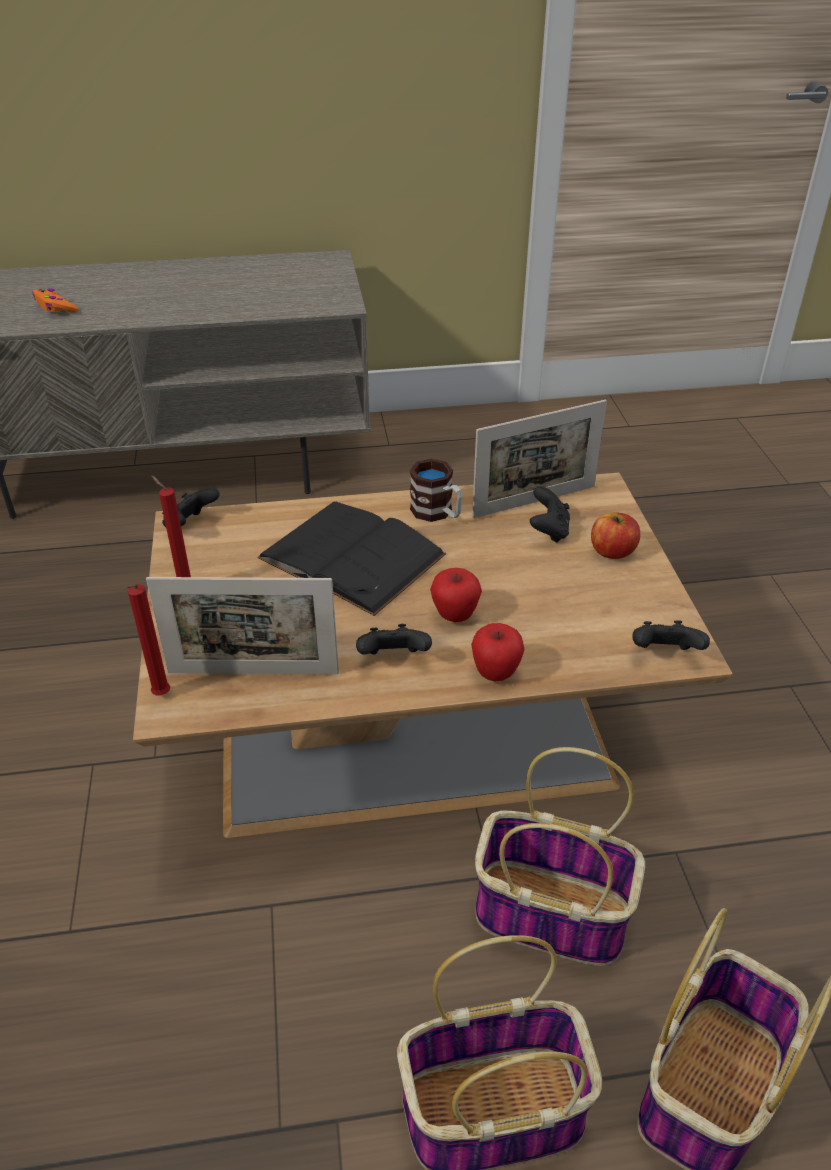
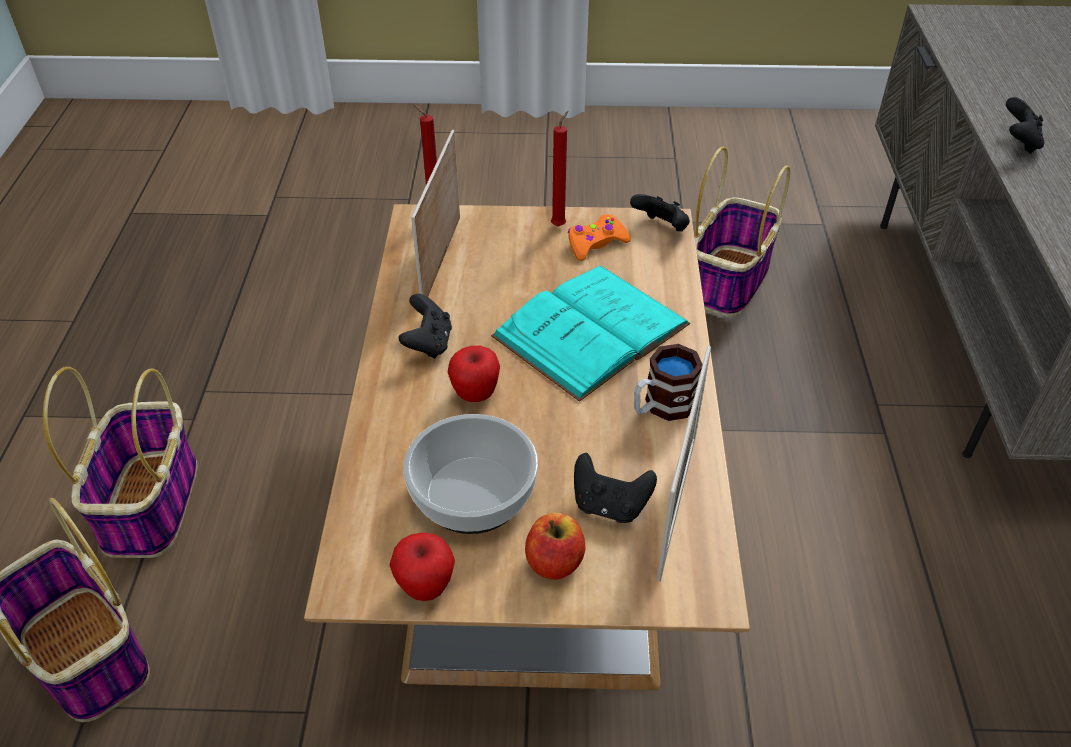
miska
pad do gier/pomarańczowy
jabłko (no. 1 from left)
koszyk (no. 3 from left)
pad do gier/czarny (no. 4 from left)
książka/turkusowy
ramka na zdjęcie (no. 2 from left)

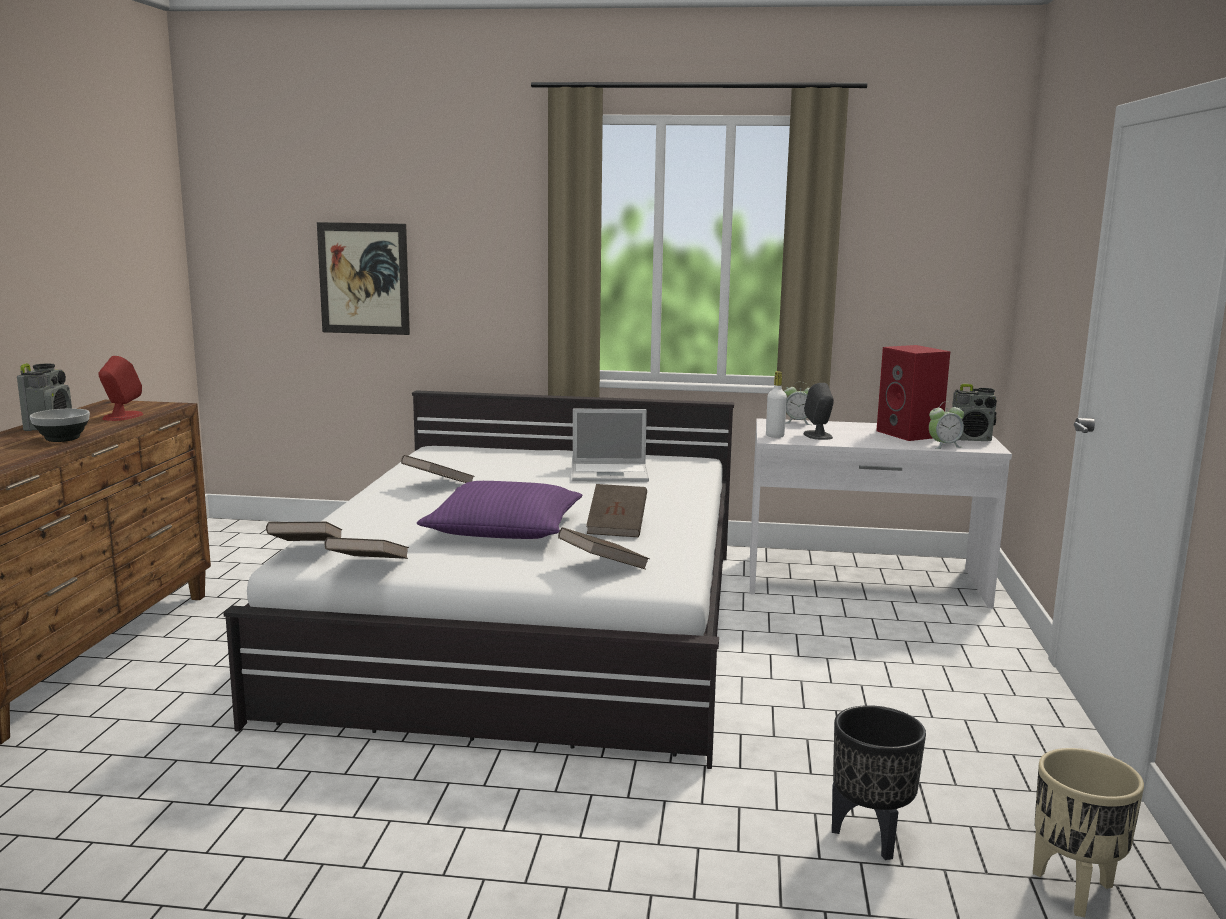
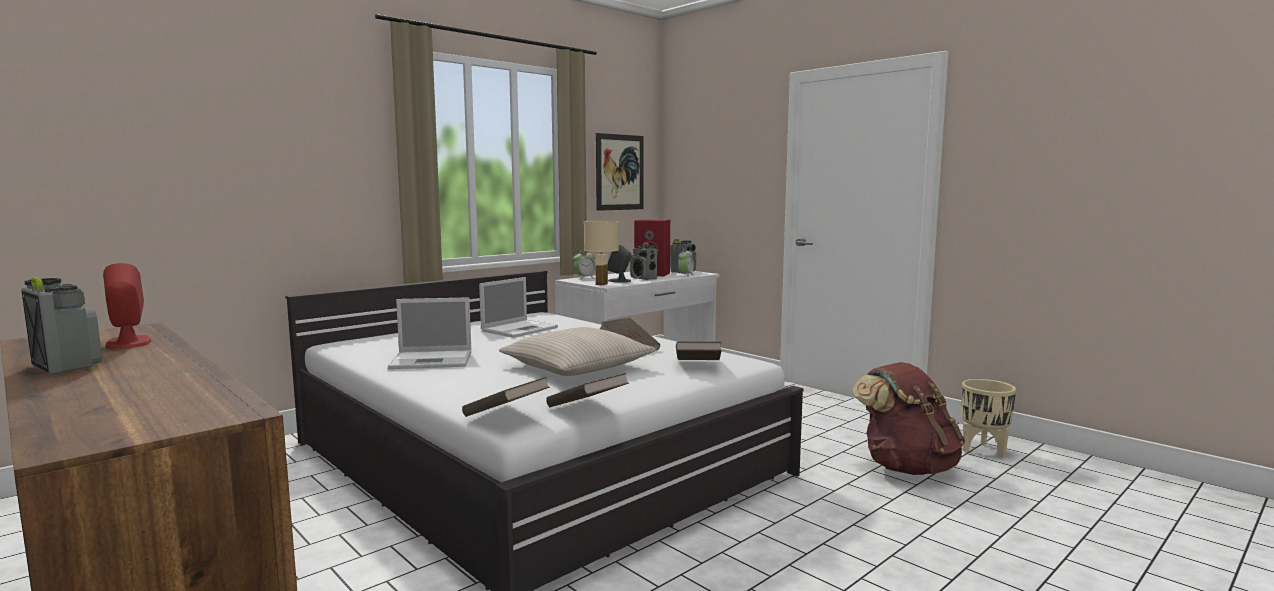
miska
radio (no. 2 from left)
obraz
laptop (no. 1 from left)
lampa stołowa/beżowy
plecak/brązowy
poduszka/beżowy

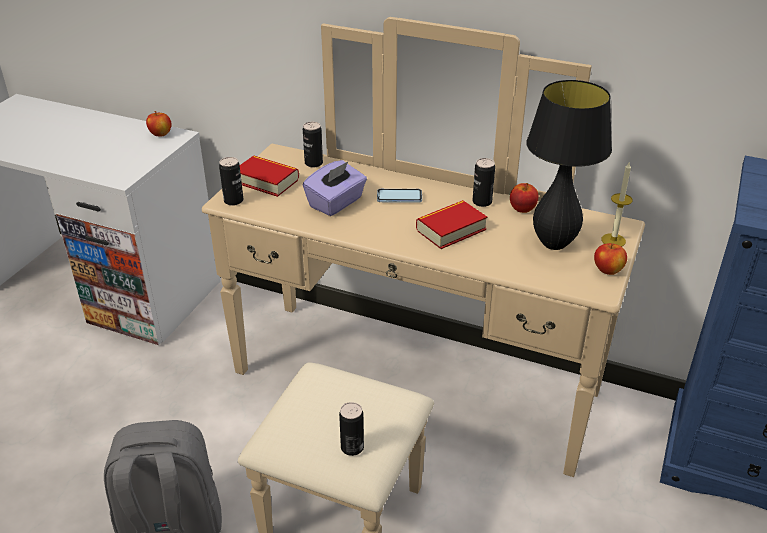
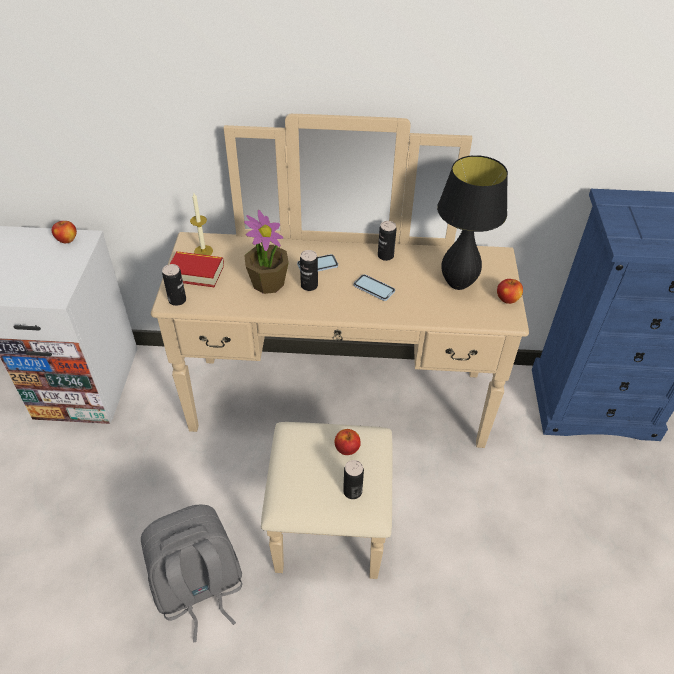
puszka (no. 2 from left)
jabłko (no. 2 from left)
świeca
roślina doniczkowa
telefon (no. 2 from left)

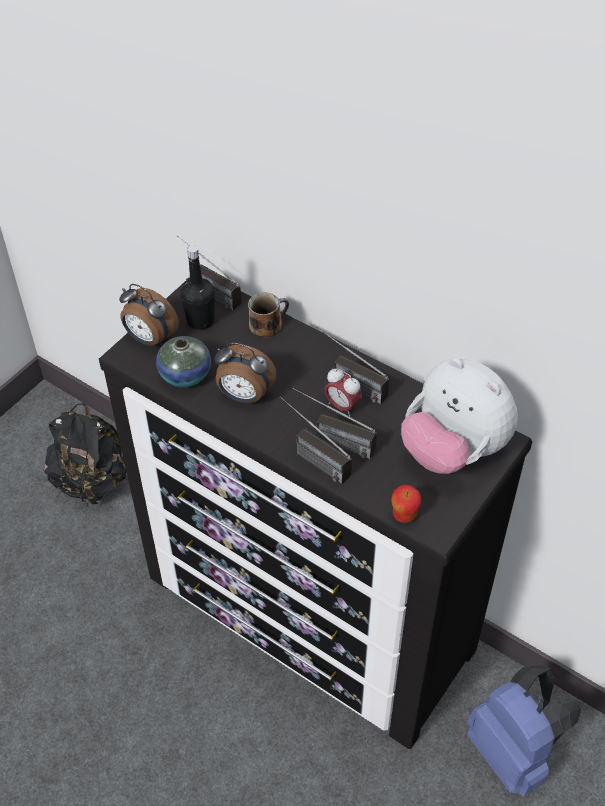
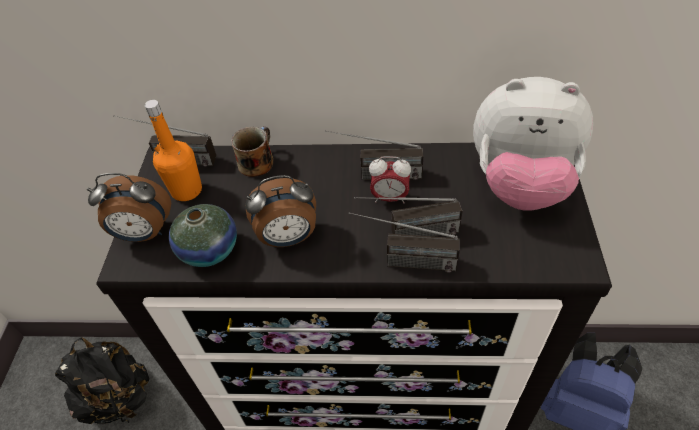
jabłko
butelka/pomarańczowy

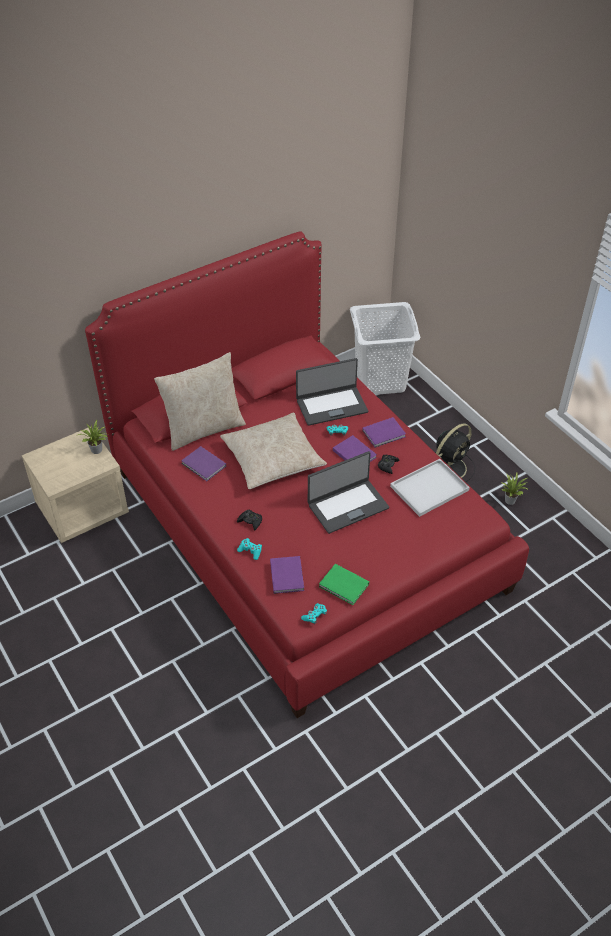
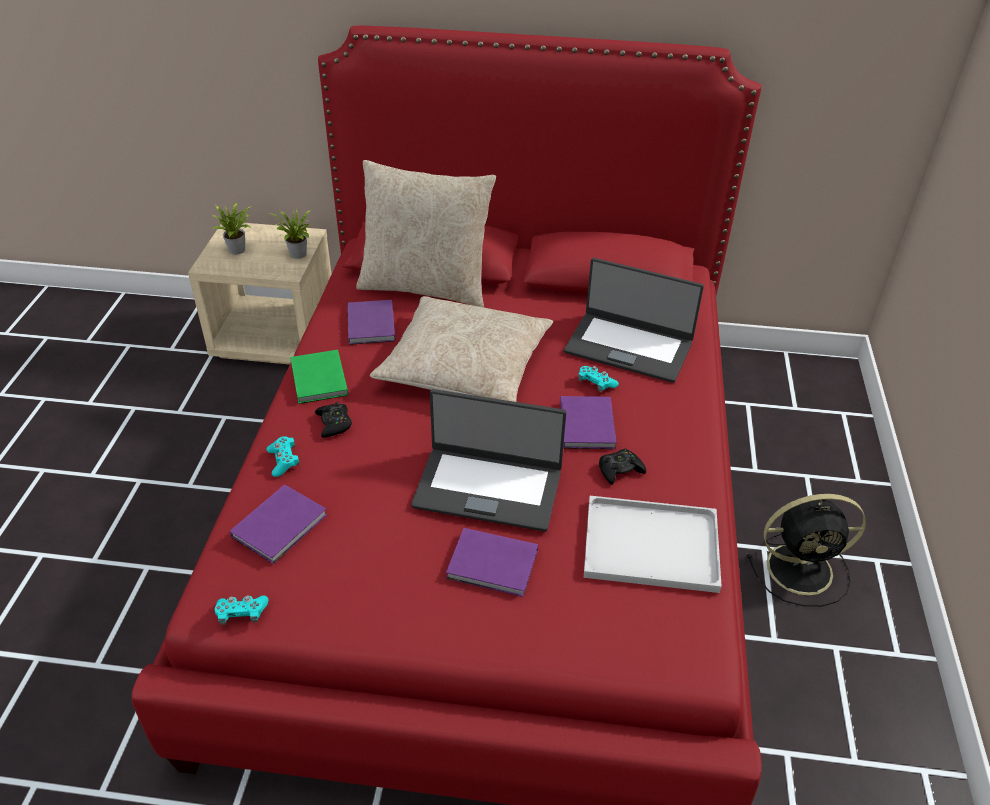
kosz na pranie/biały
książka/zielony
książka/fioletowy (no. 3 from left)
roślina doniczkowa (no. 1 from left)

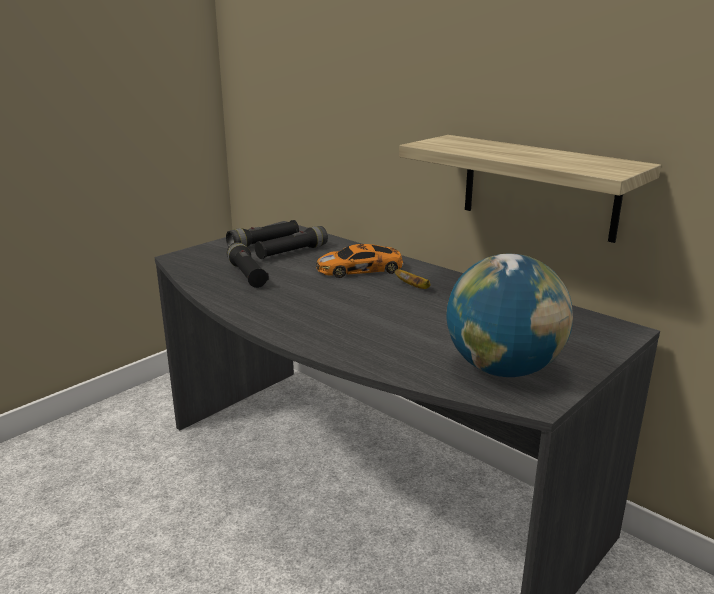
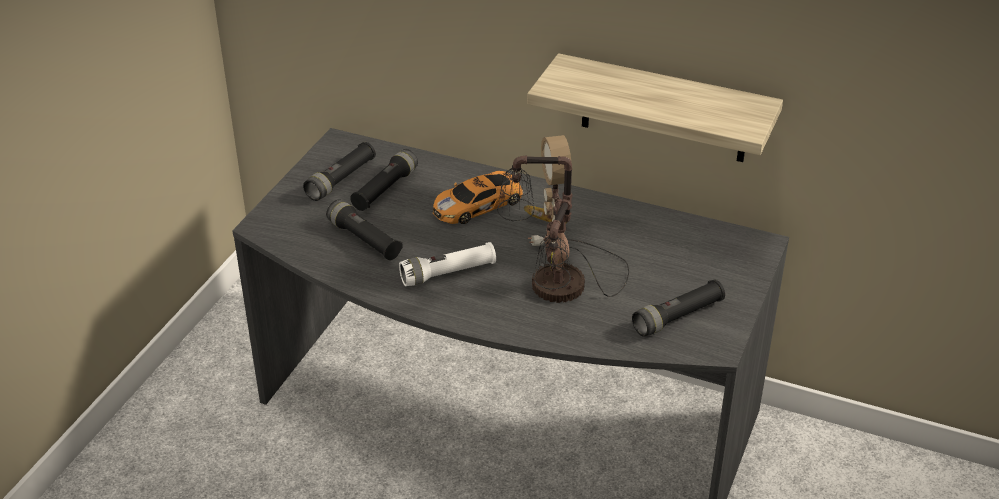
latarka/biały
lampa stołowa
latarka/czarny (no. 4 from left)

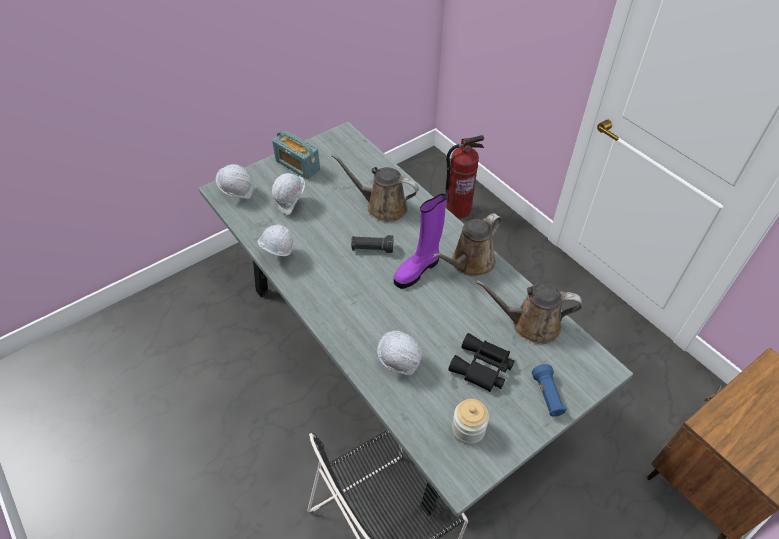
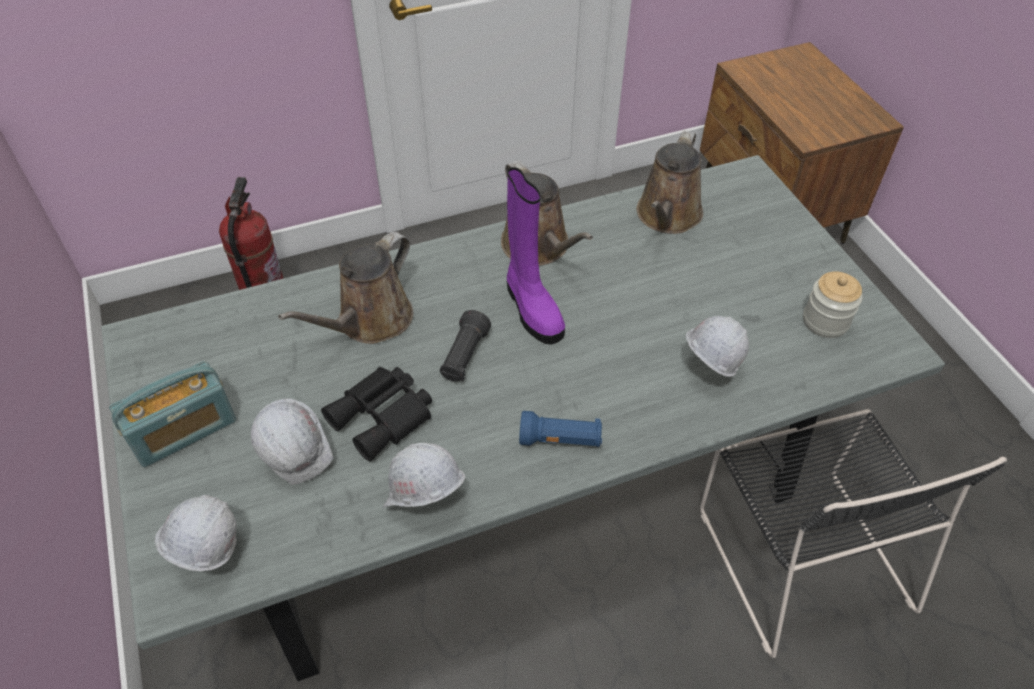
lornetka/czarny
latarka/niebieski

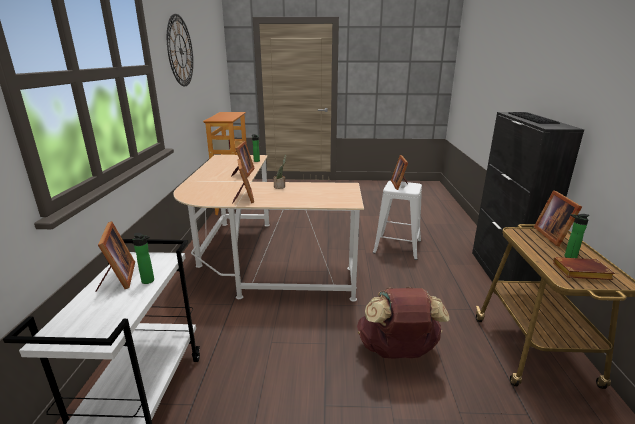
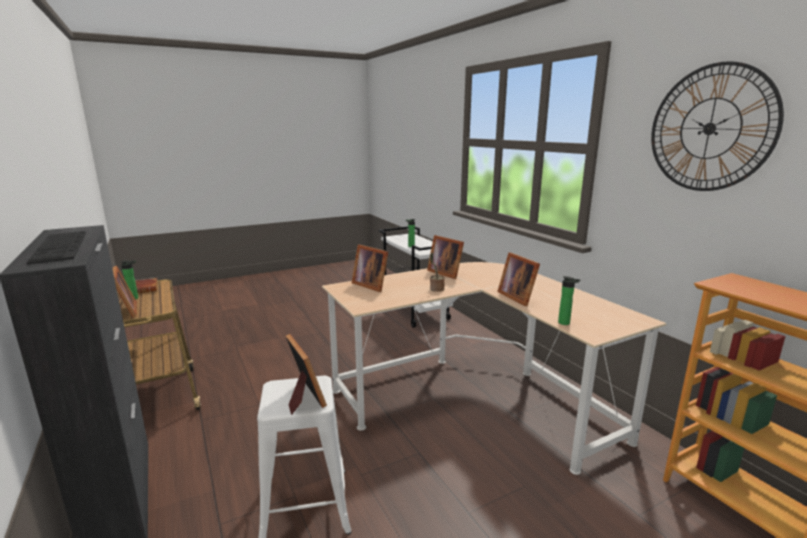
plecak/brązowy
ramka na zdjęcie (no. 3 from left)

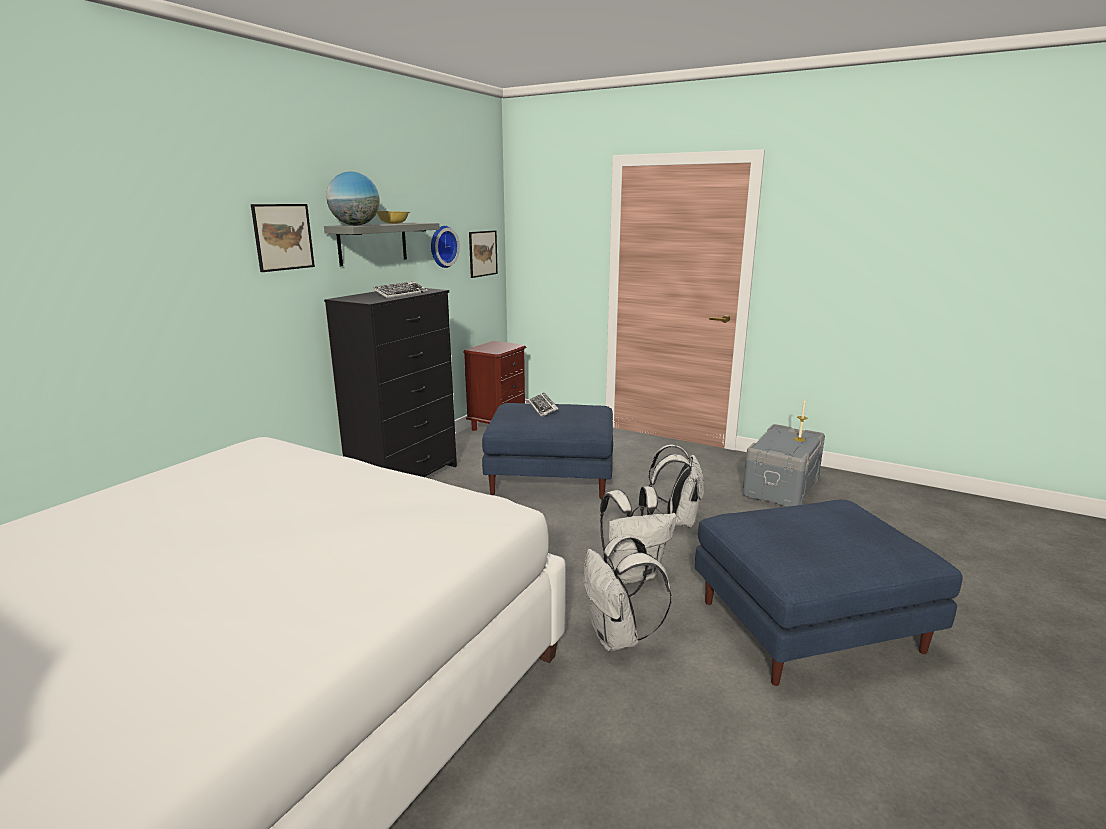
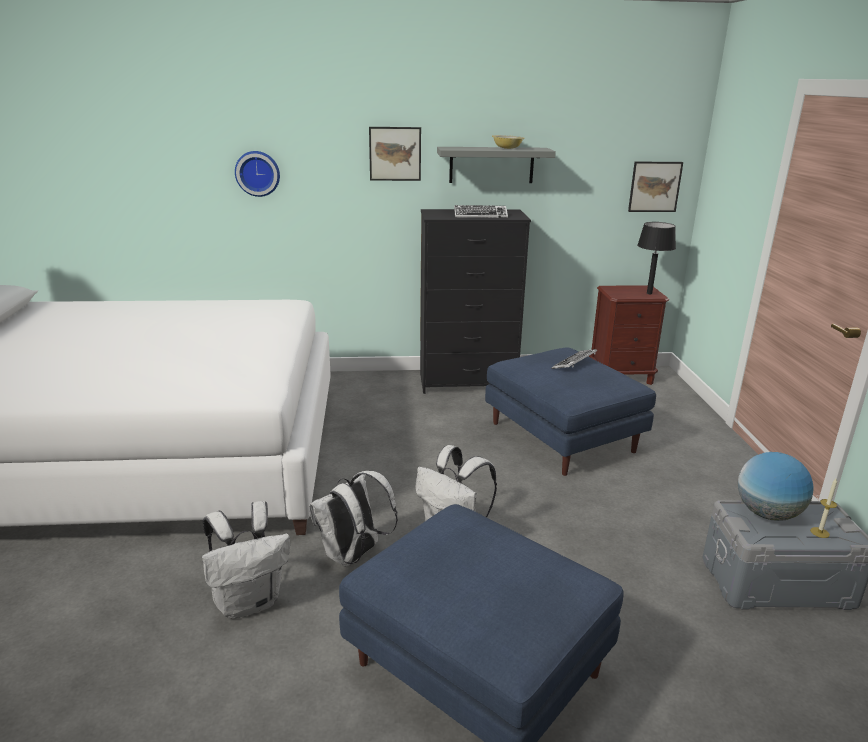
lampa stołowa/czarny
globus
zegar ścienny
plecak/biały (no. 1 from left)

